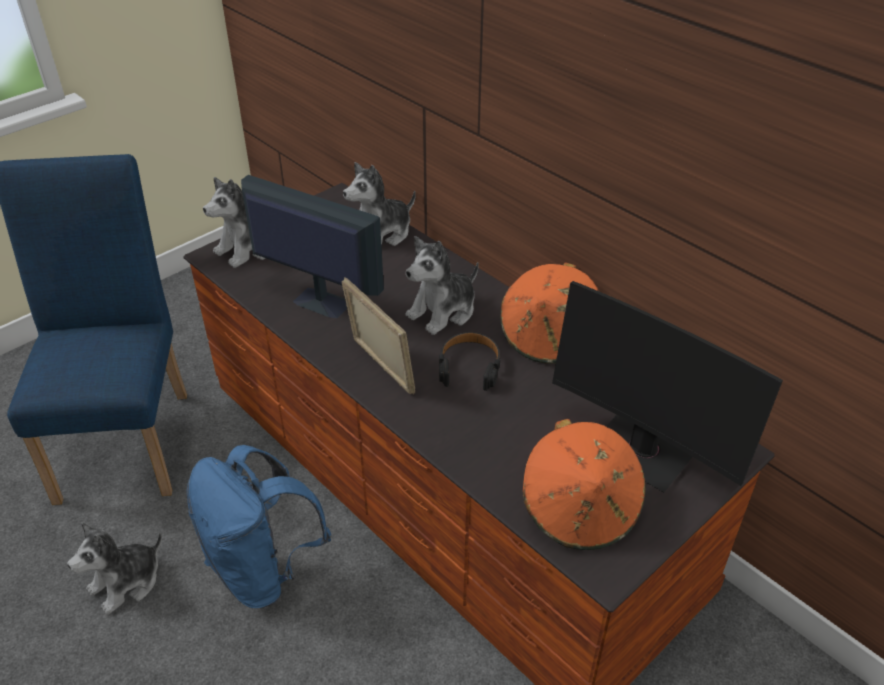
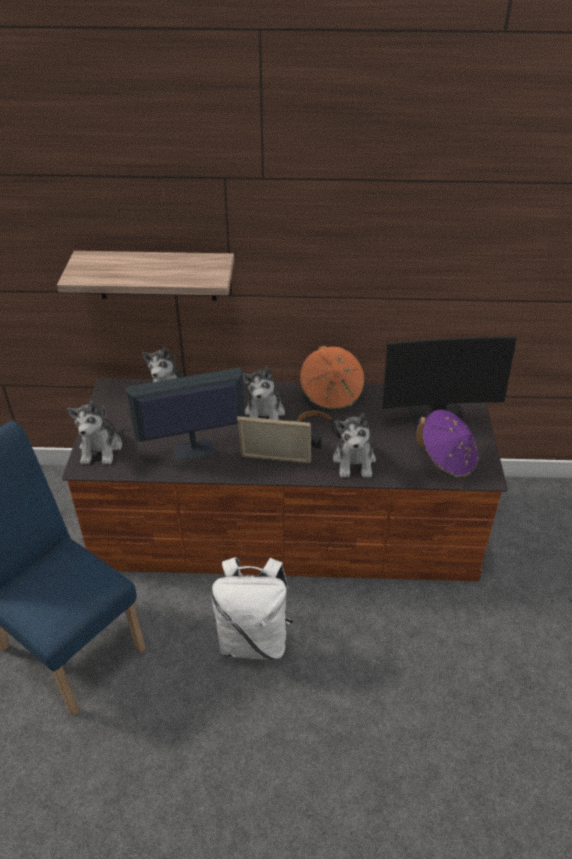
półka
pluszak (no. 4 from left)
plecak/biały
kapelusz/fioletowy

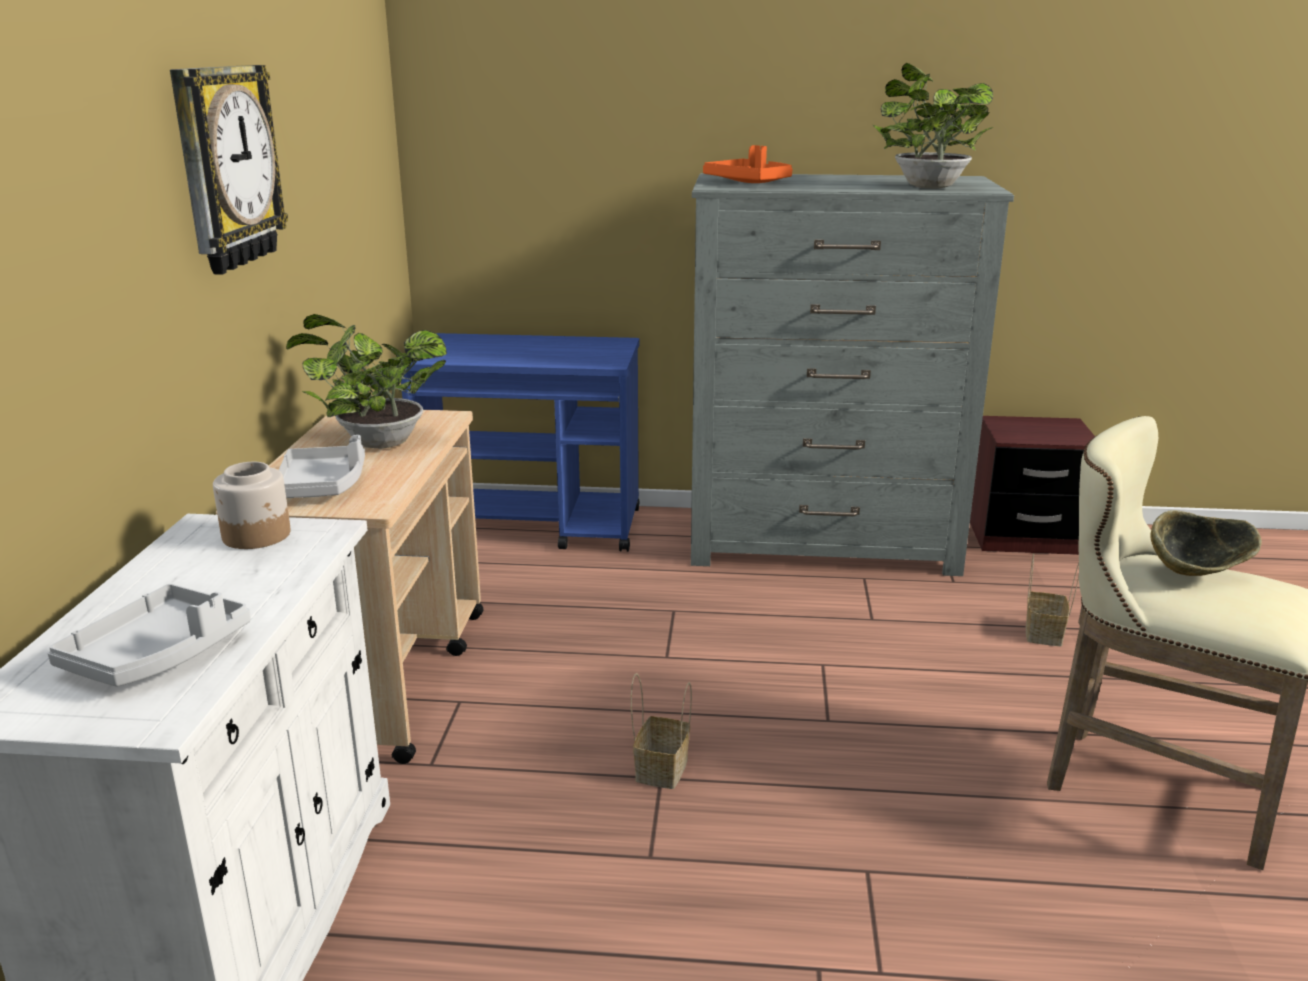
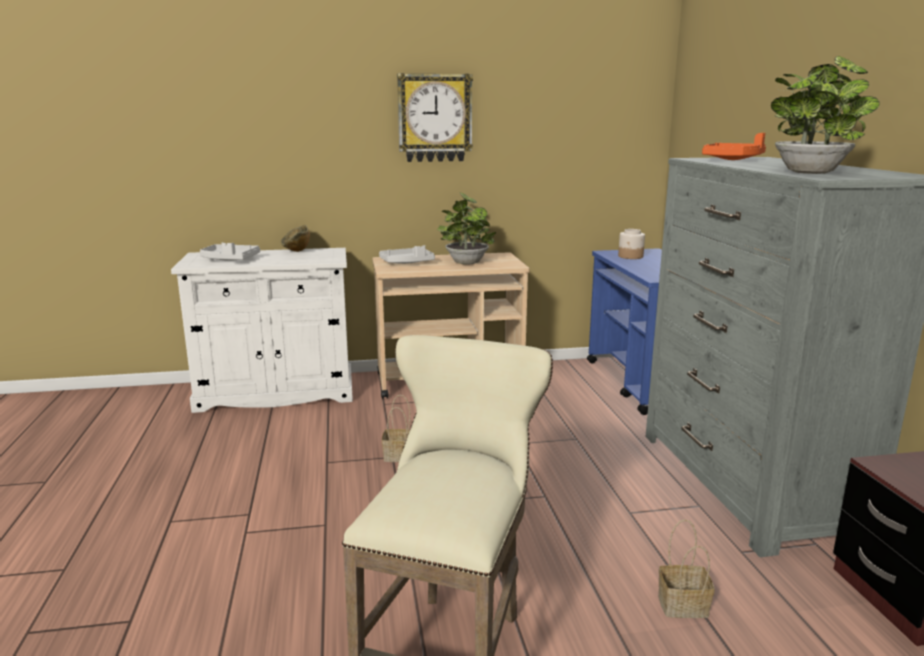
słoik
miska

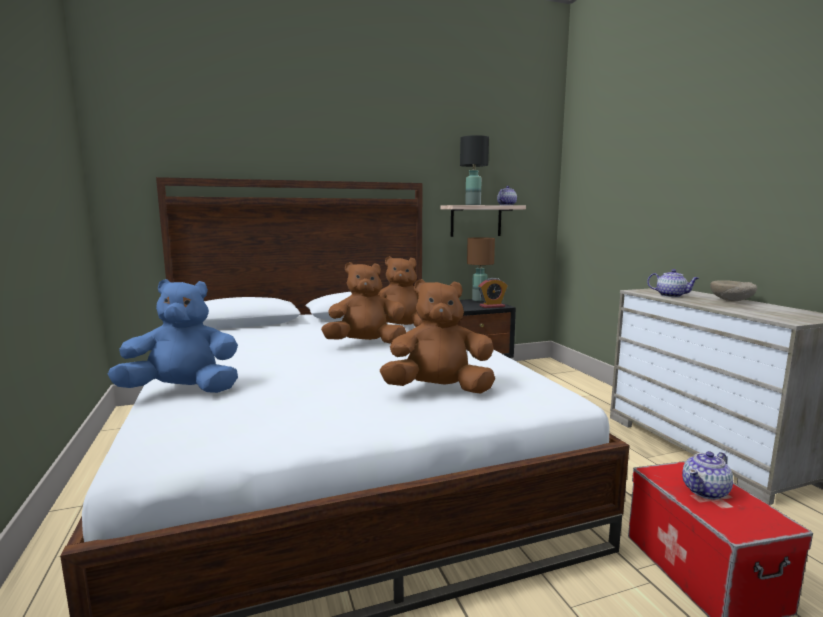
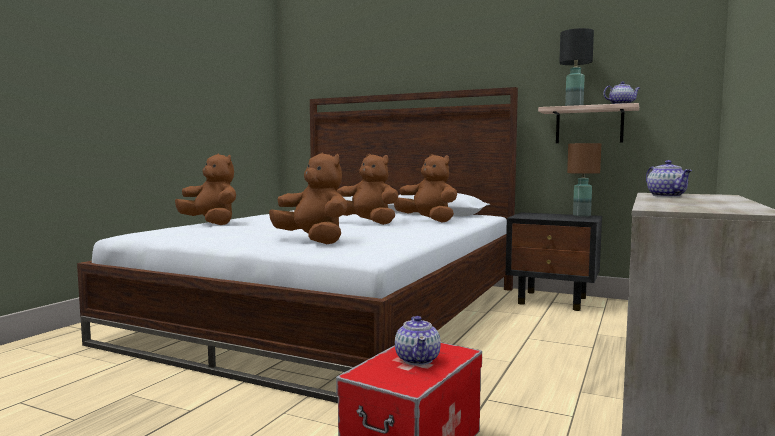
budzik
miska/beżowy
pluszak/brązowy (no. 1 from left)
imbryk (no. 1 from left)

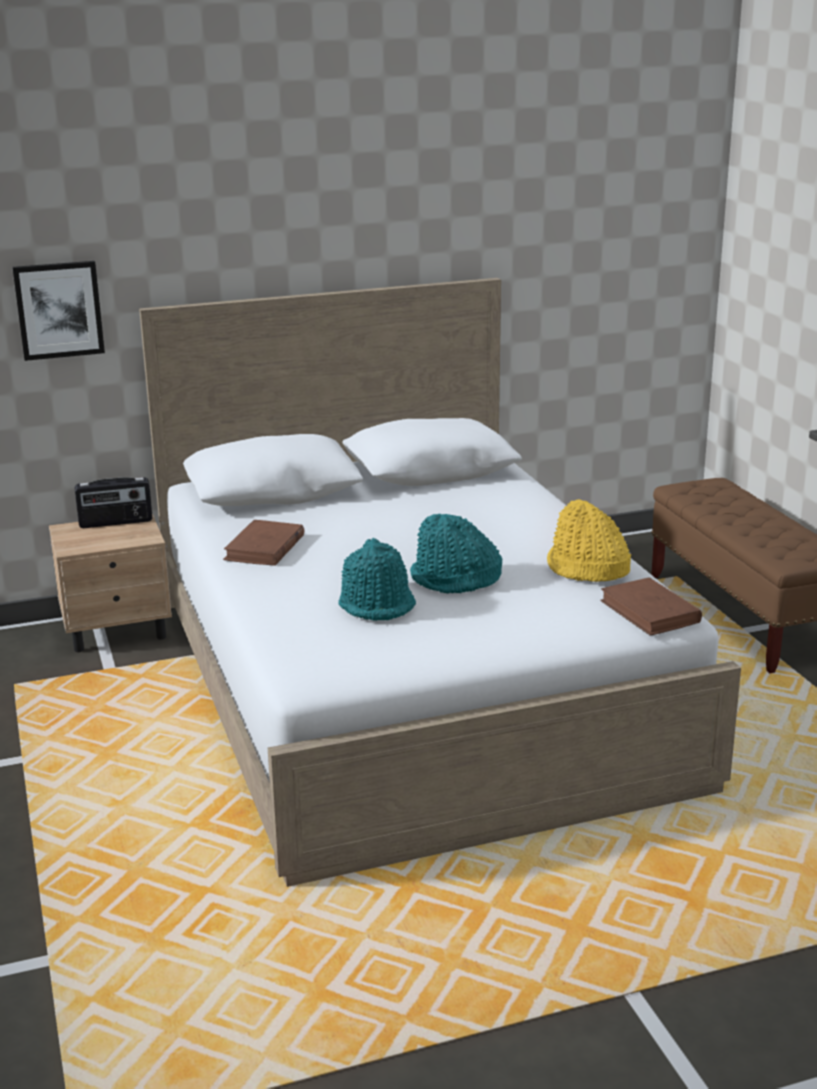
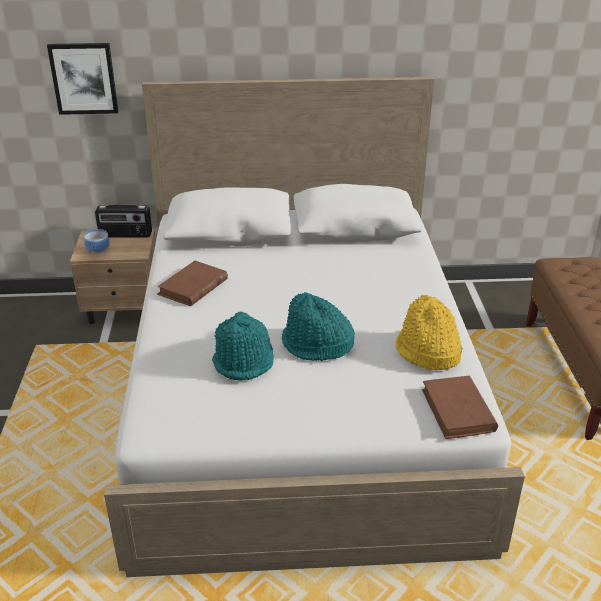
miska

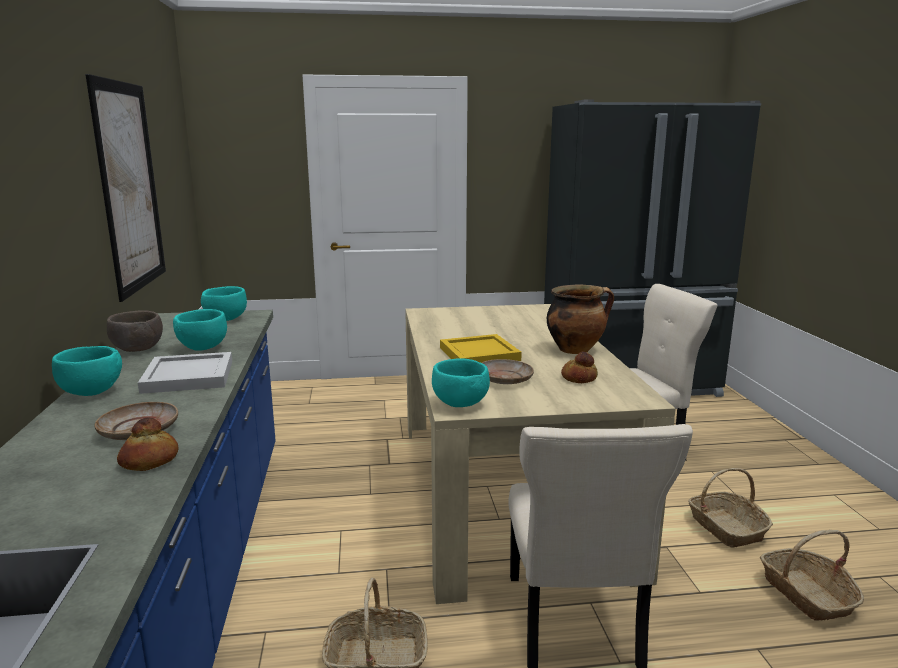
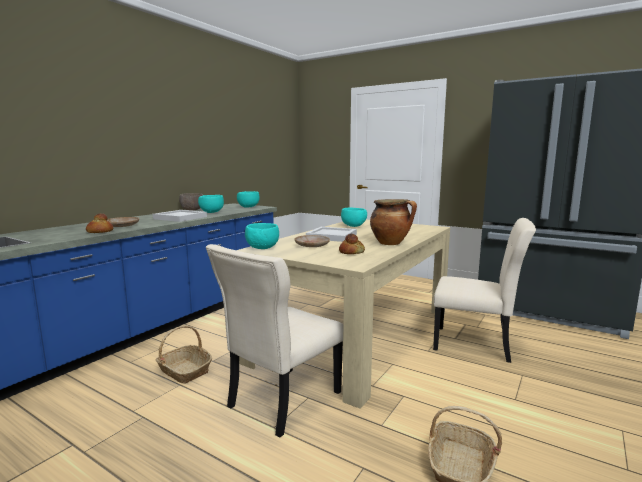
obraz
koszyk (no. 2 from left in the first image)
miska/turkusowy (no. 4 from left)
taca/biały (no. 2 from left)

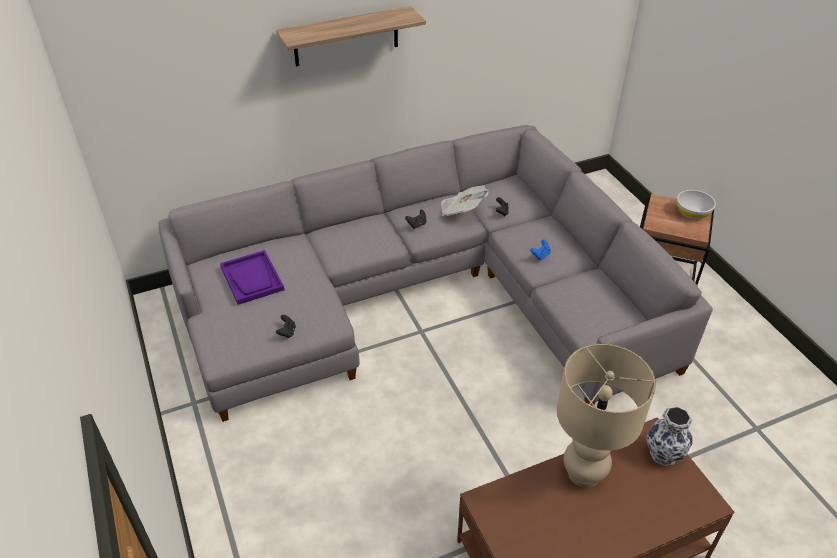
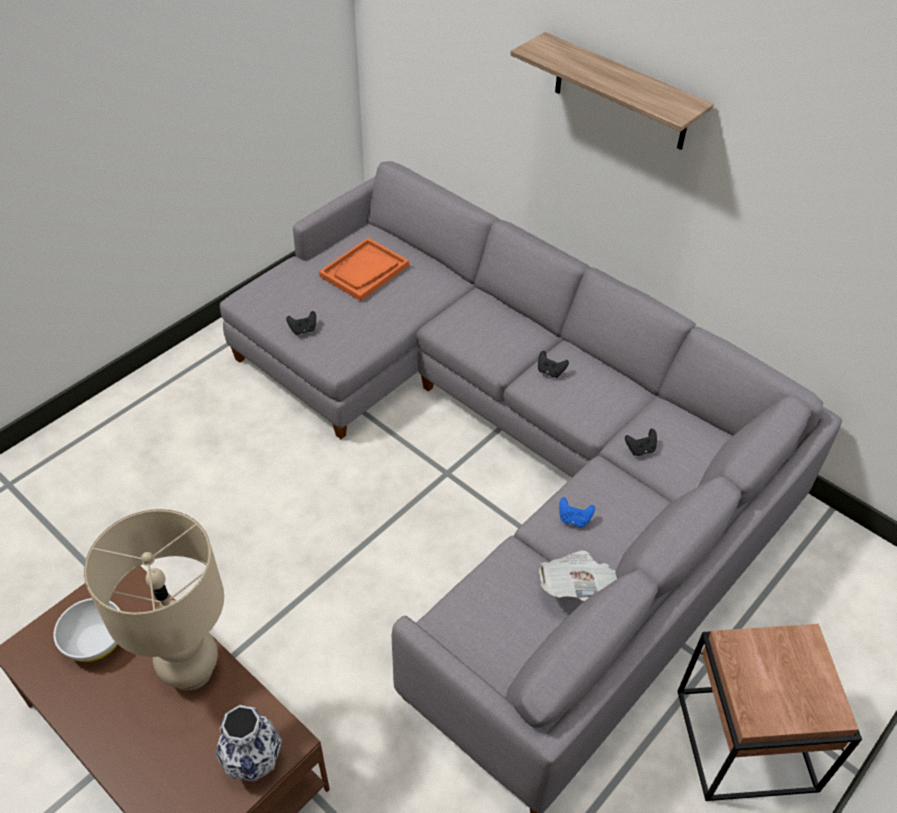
gazeta
miska/biały
taca/pomarańczowy

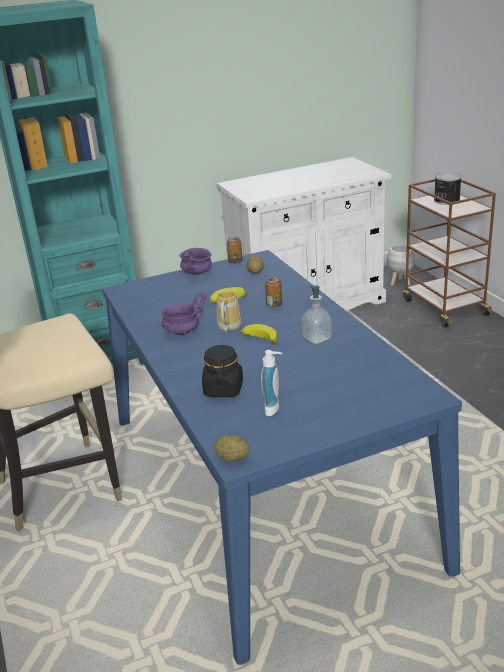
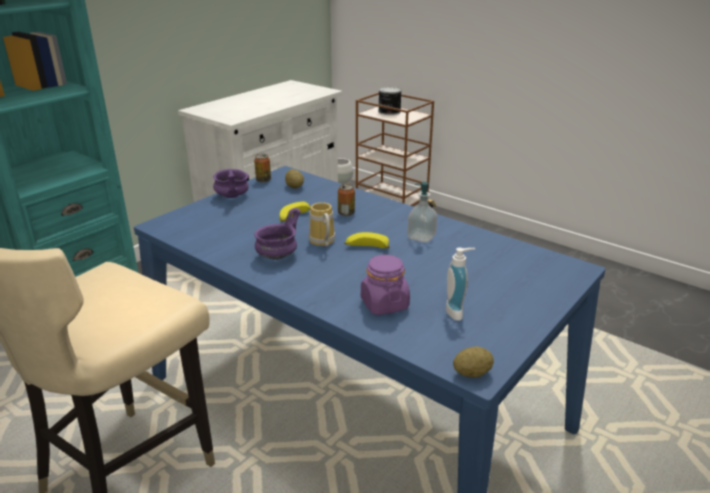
słoik/fioletowy

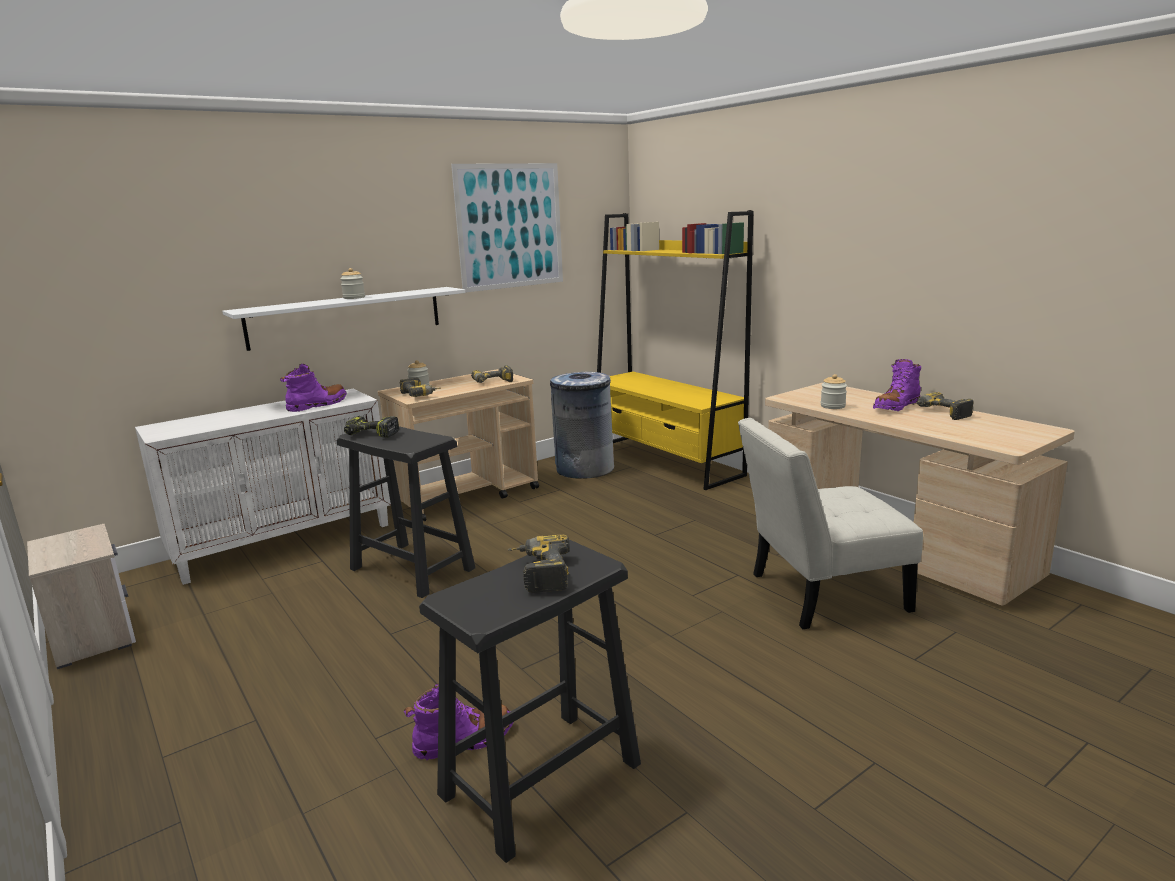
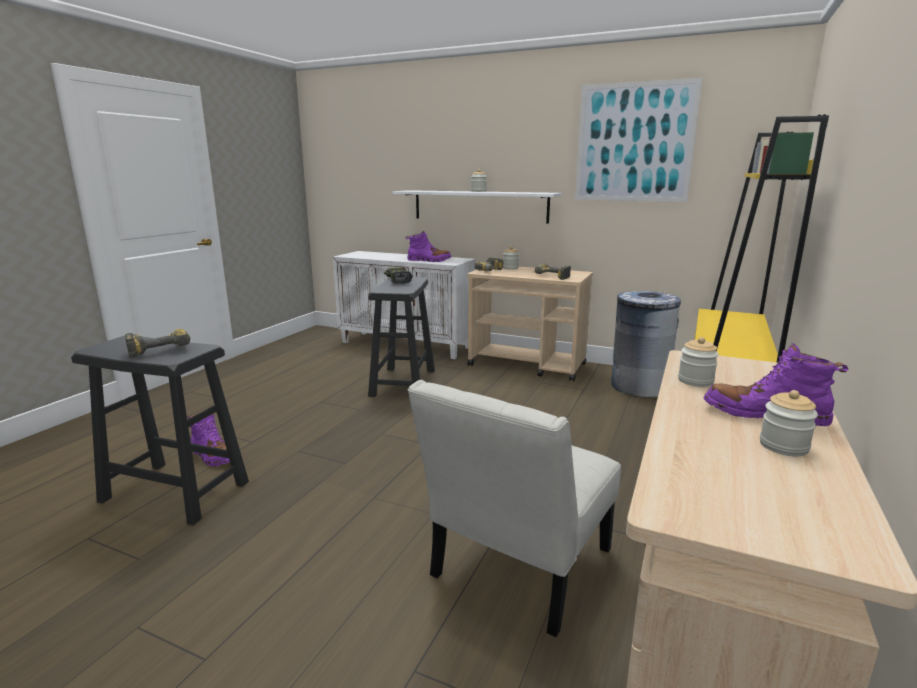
szafka nocna
słoik (no. 4 from left)
krzesło/biały

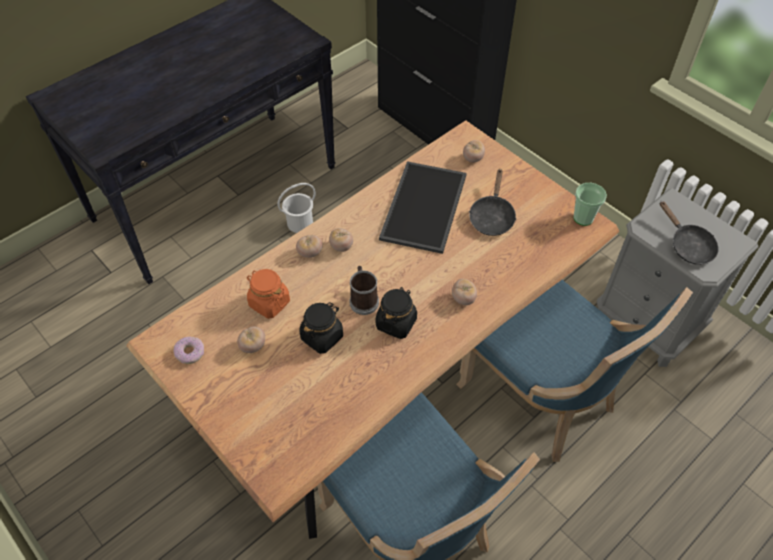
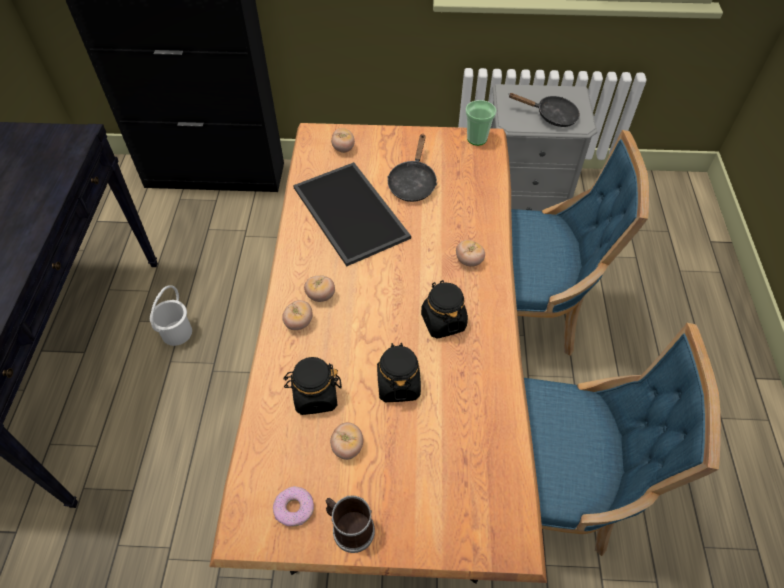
kubek
słoik/czarny (no. 1 from left)
patelnia/czarny (no. 1 from left)

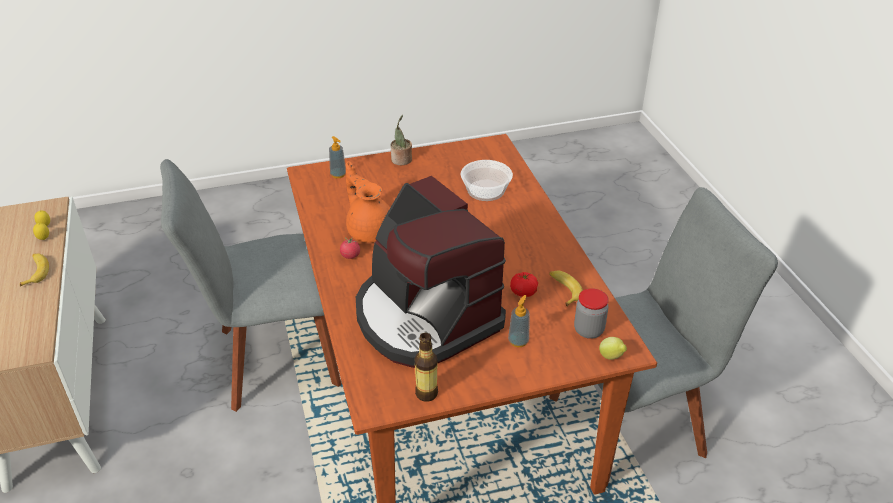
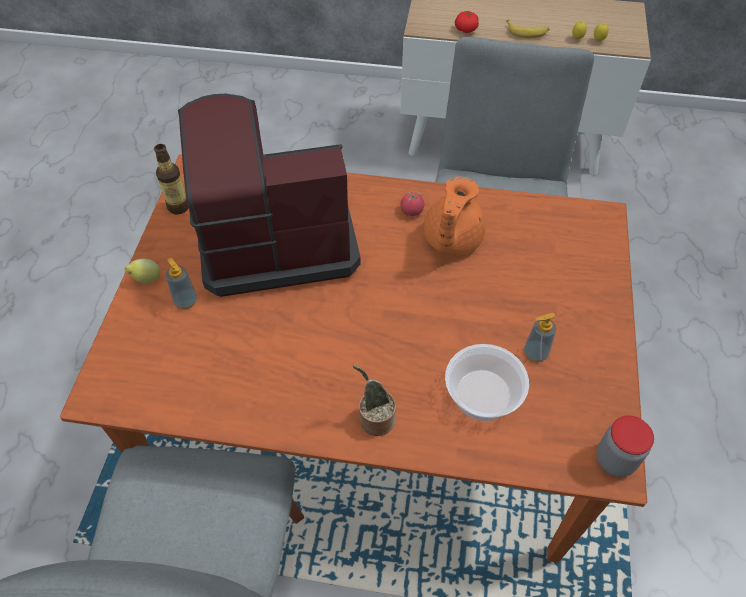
banan (no. 2 from left in the first image)
dozownik mydła (no. 2 from left)
roślina doniczkowa
pomidor (no. 2 from left)
słoik
cytryna (no. 1 from left)
imbryk/pomarańczowy

